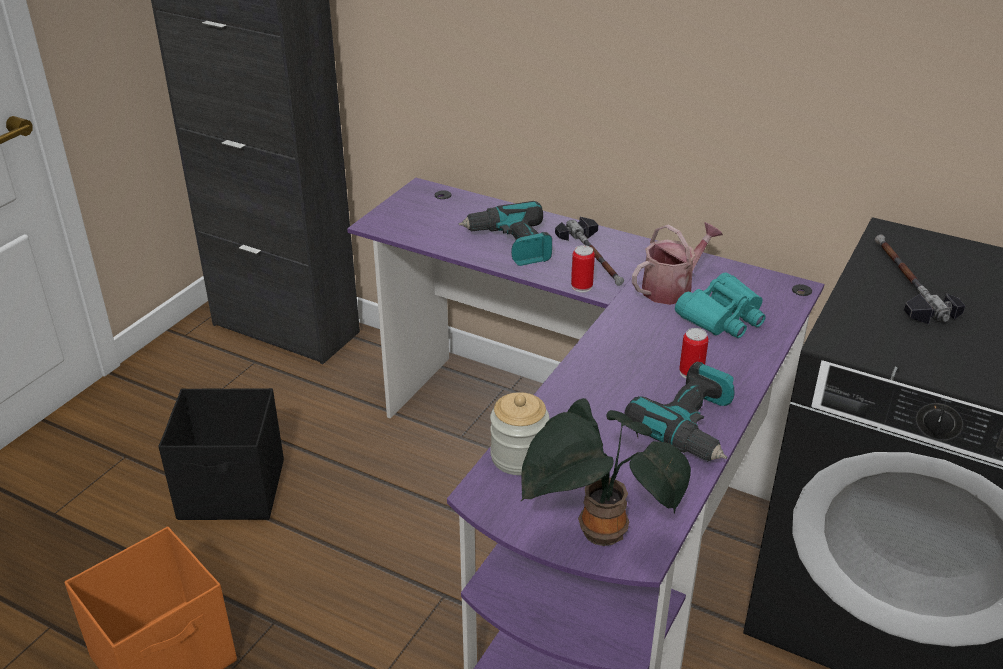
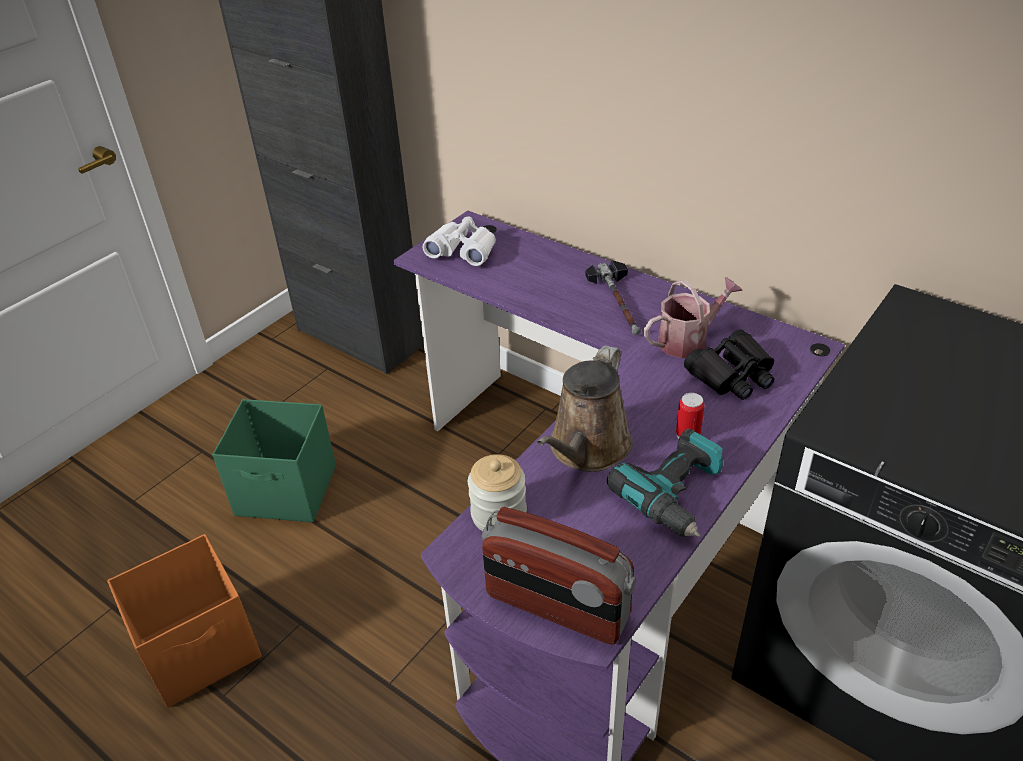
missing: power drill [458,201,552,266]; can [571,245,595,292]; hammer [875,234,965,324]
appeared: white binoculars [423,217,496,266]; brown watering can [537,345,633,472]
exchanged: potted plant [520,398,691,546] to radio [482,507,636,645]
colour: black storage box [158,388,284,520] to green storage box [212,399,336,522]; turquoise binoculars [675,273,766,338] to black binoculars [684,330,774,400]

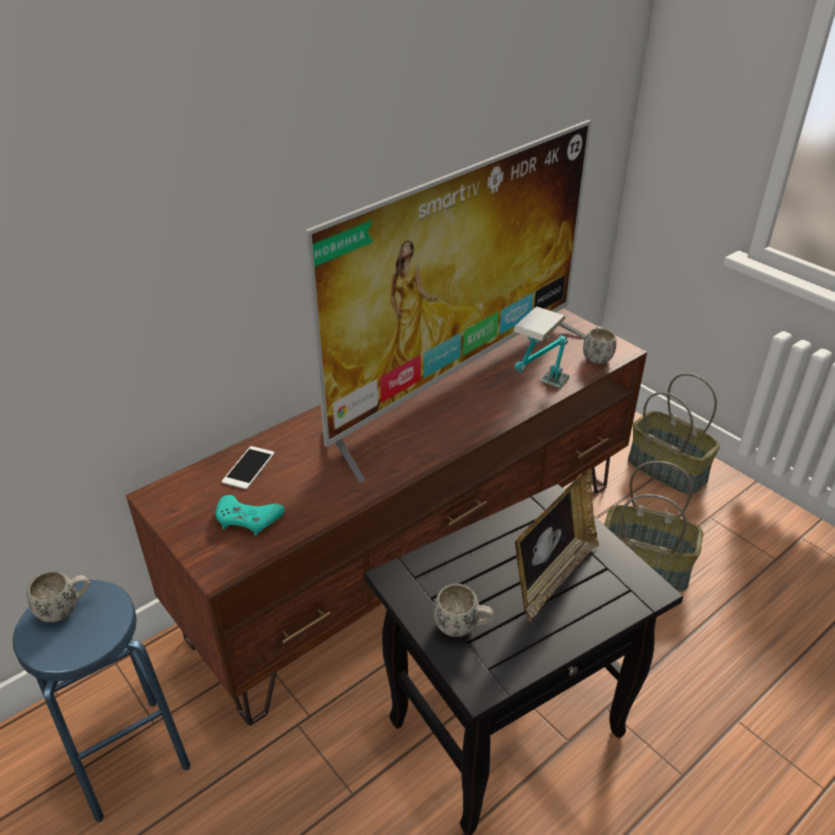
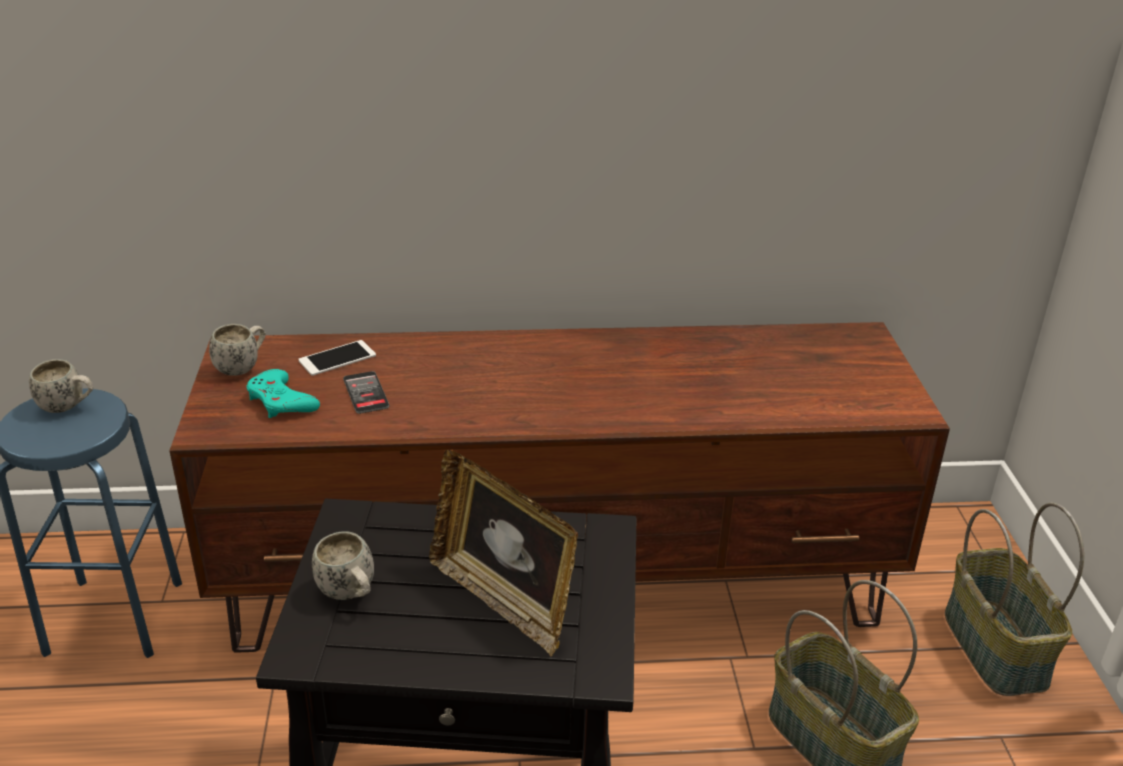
missing: television [305,120,591,483]; table lamp [513,306,570,389]
appeared: phone [343,371,389,414]
relocated: white mug [583,326,617,364] to [209,324,266,376]
spun: picture frame [515,468,599,622] = [429,450,578,656] 60 degrees clockwise

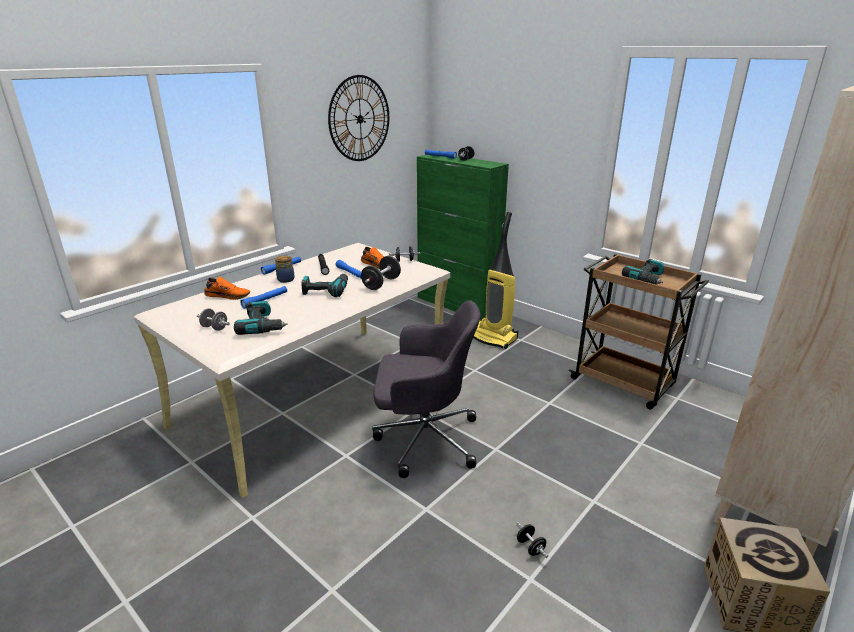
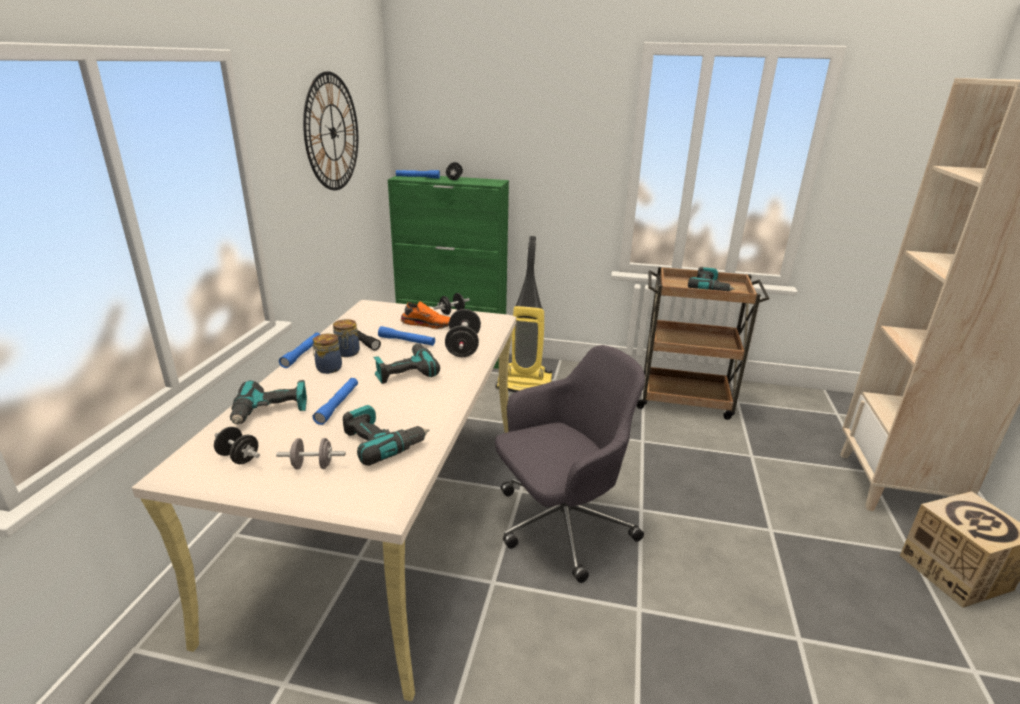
appeared: jar [333,319,360,357]
relocated: black dumbbell [517,523,548,558] to [214,427,260,464]
exchanged: orange shoe [204,277,250,300] to power drill [230,380,307,424]

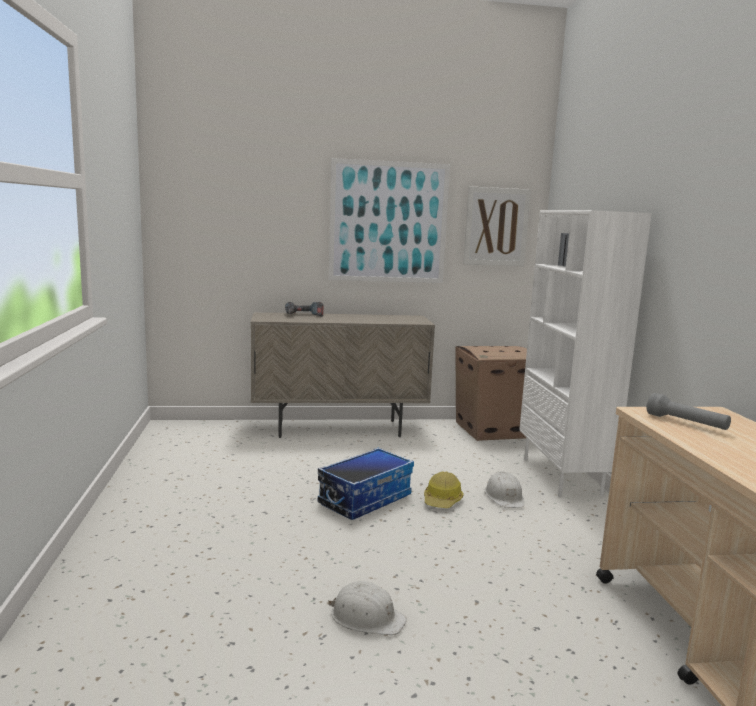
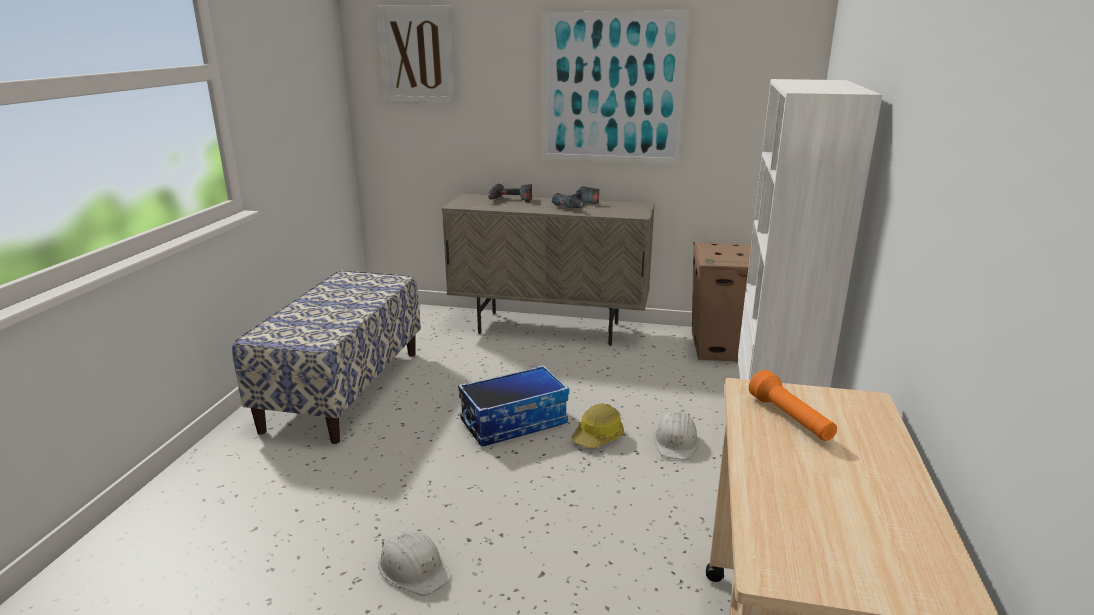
appeared: bench [232,271,421,444]; power drill [552,186,599,208]
relocated: picture [463,186,531,266] to [377,6,456,104]
colour: grey flashlight [647,393,731,430] to orange flashlight [749,370,837,441]

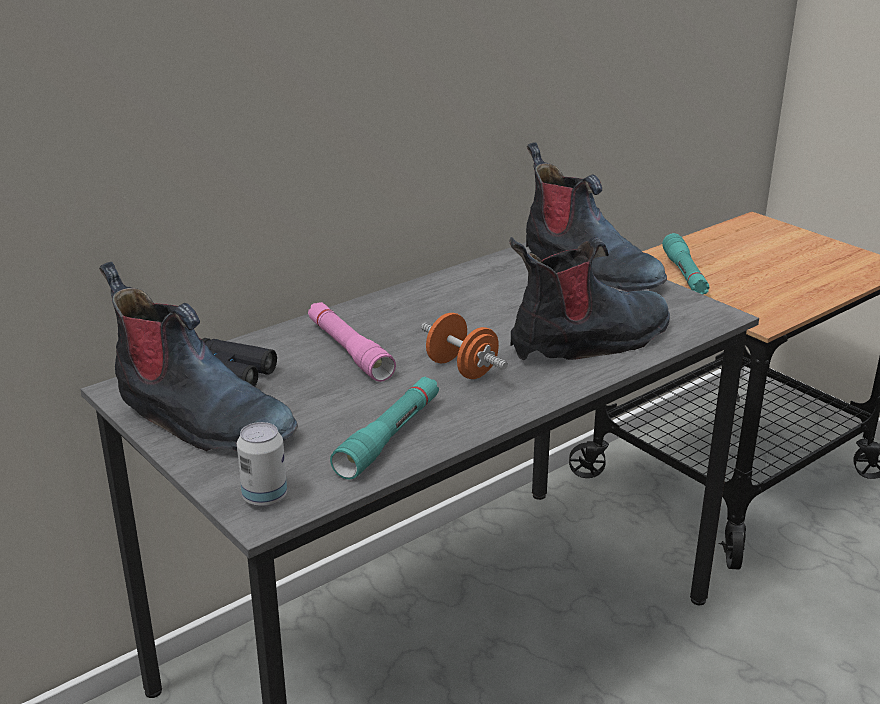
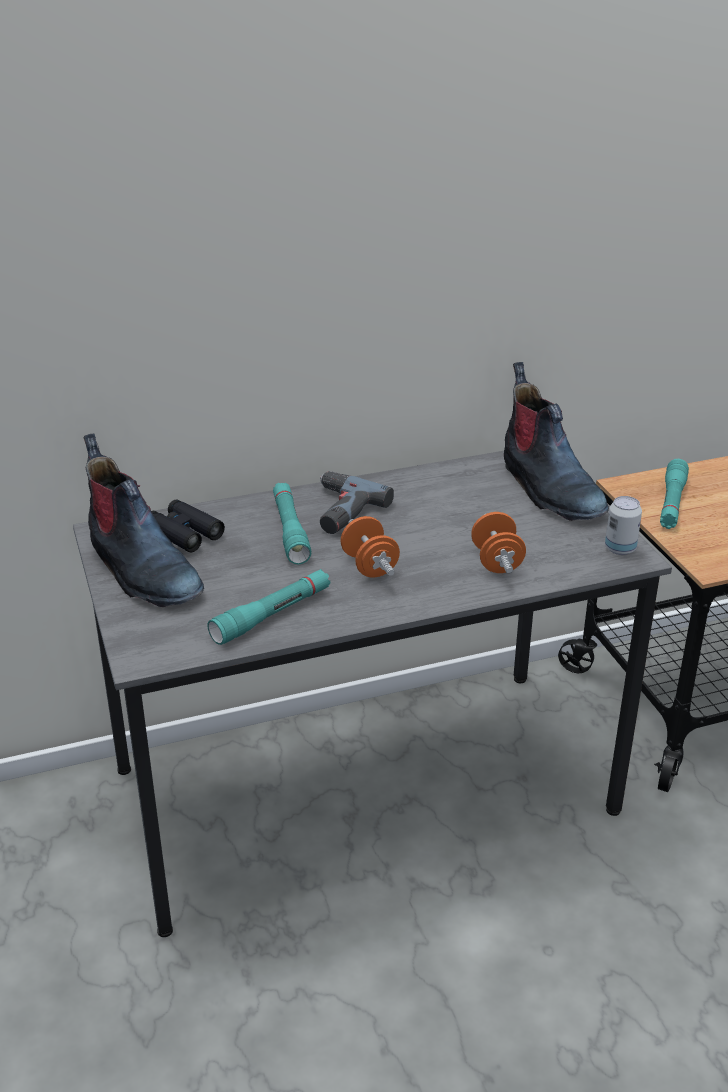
appeared: power drill [320,471,394,534]
relocated: can [237,422,287,507] to [605,496,642,555]
exchanged: boot [510,237,670,360] to orange dumbbell [471,512,526,573]
colour: pink flashlight [308,302,396,382] to turquoise flashlight [273,483,311,564]

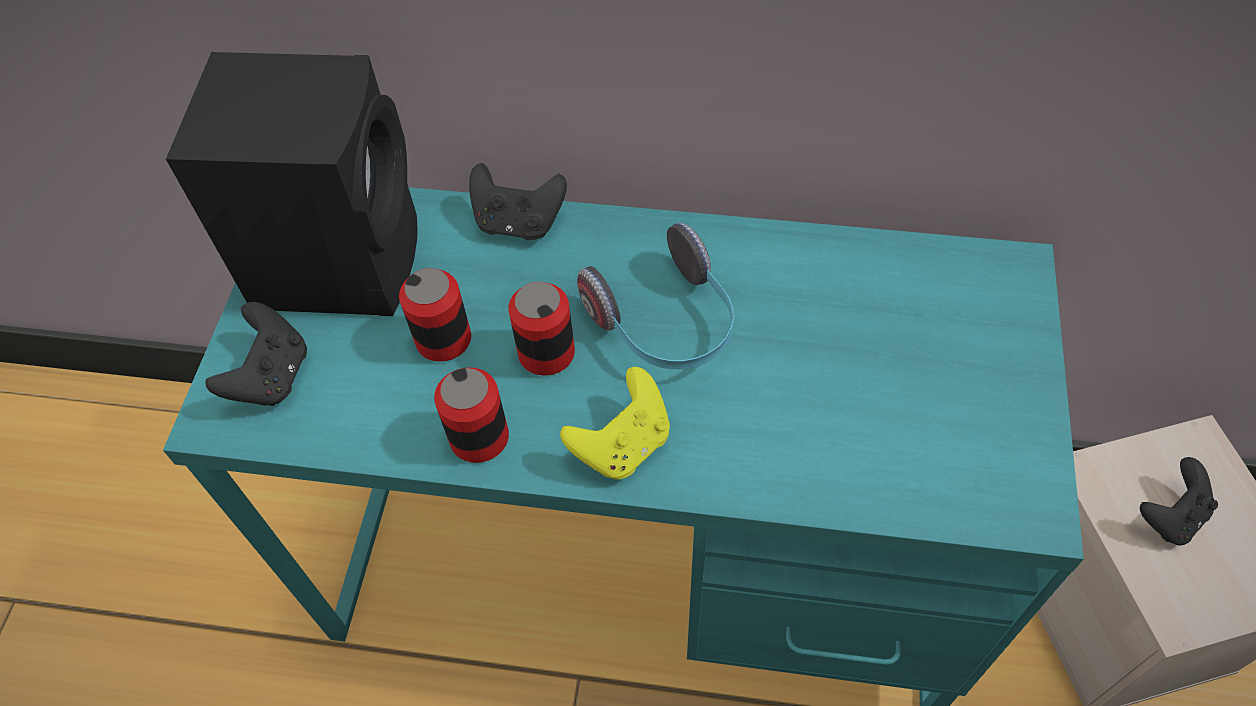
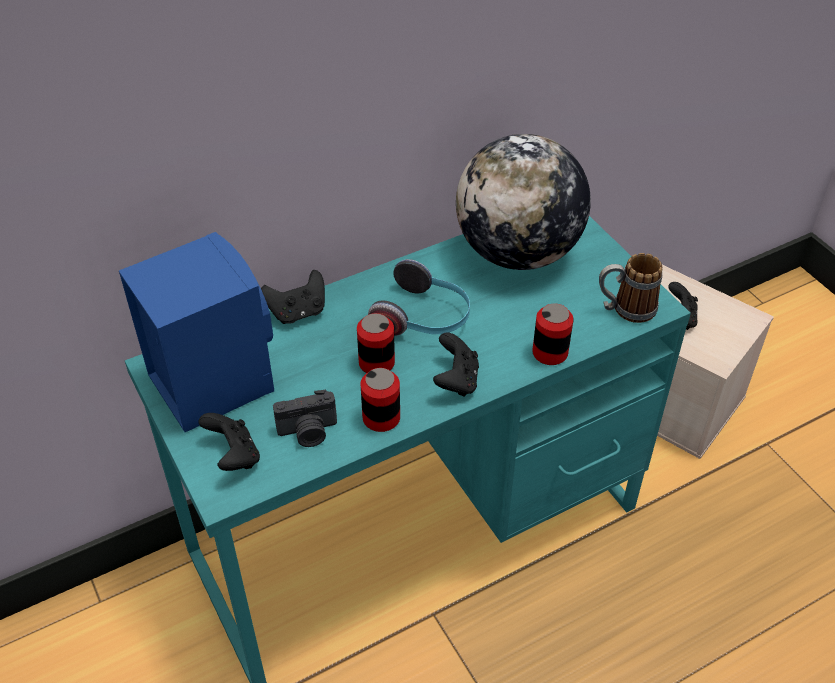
appeared: photo camera [273,390,337,447]; globe [456,134,591,270]; mug [599,253,663,323]
relocated: can [399,268,471,362] to [532,303,573,365]
colour: black speaker [166,52,418,316] to blue speaker [119,232,274,432]; yellow game controller [560,367,670,480] to black game controller [433,332,479,397]

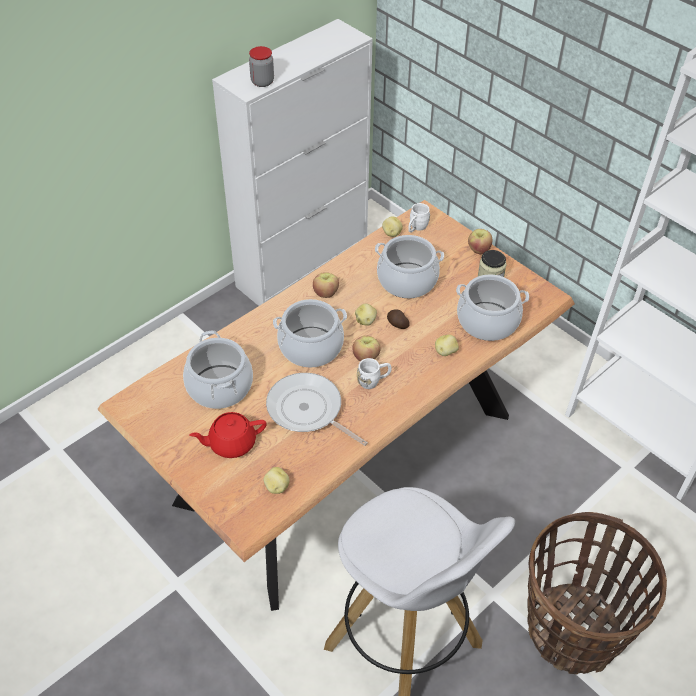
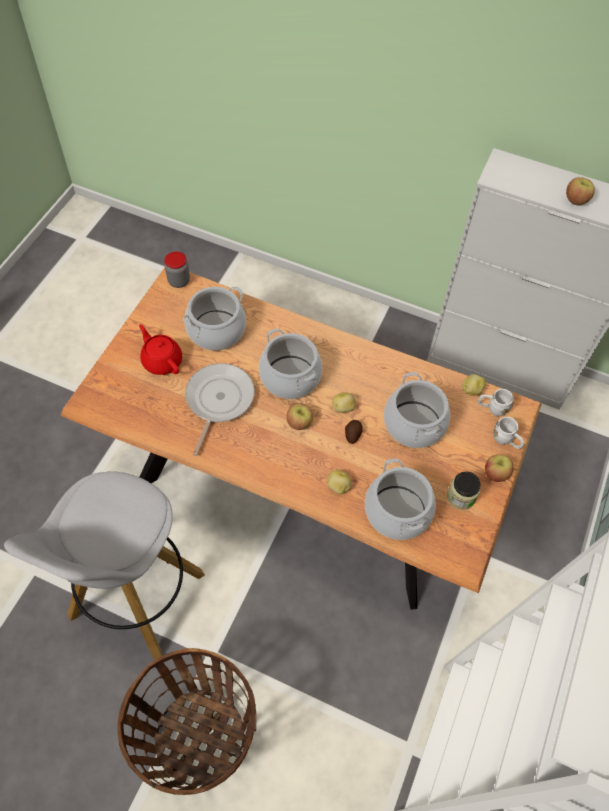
missing: potato [264,467,290,494]
relocated: jar [249,46,274,87] to [164,251,190,288]; apple [313,272,339,298] to [566,177,595,205]; white mug [357,358,392,389] to [493,417,524,449]

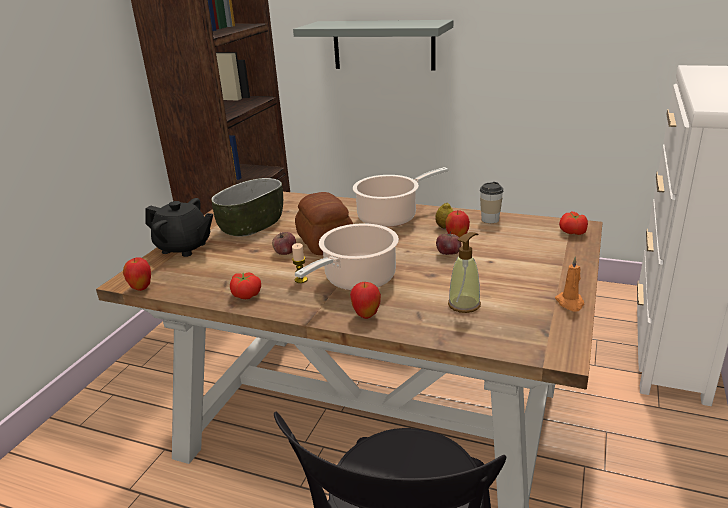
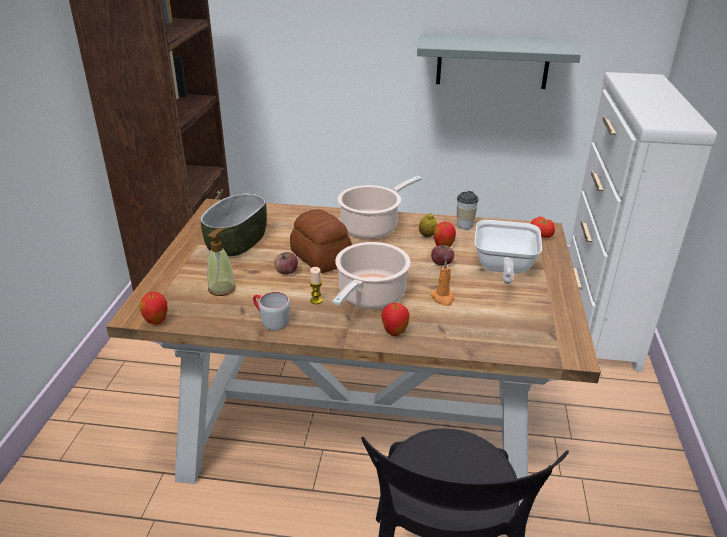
missing: black teapot [145,198,213,257]
appeared: frying pan [474,220,542,284]
relocated: grey shelf [293,20,453,71] to [417,34,581,89]; soap dispenser [448,232,481,313] to [207,228,236,296]; orange candle [555,256,584,312] to [430,261,454,306]
exchanged: tomato [230,272,261,299] to grey mug [253,292,290,330]

